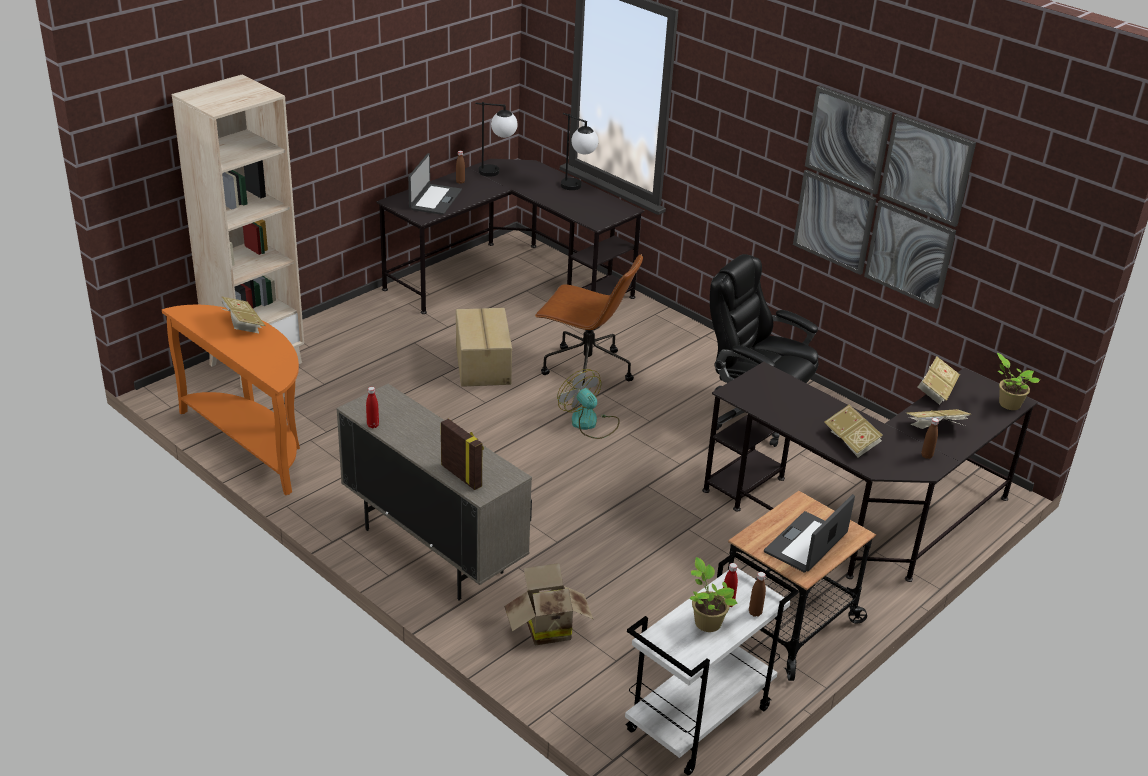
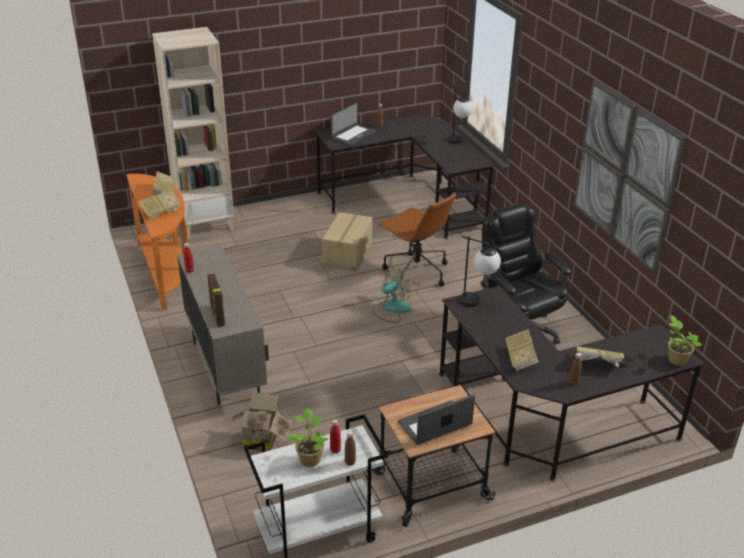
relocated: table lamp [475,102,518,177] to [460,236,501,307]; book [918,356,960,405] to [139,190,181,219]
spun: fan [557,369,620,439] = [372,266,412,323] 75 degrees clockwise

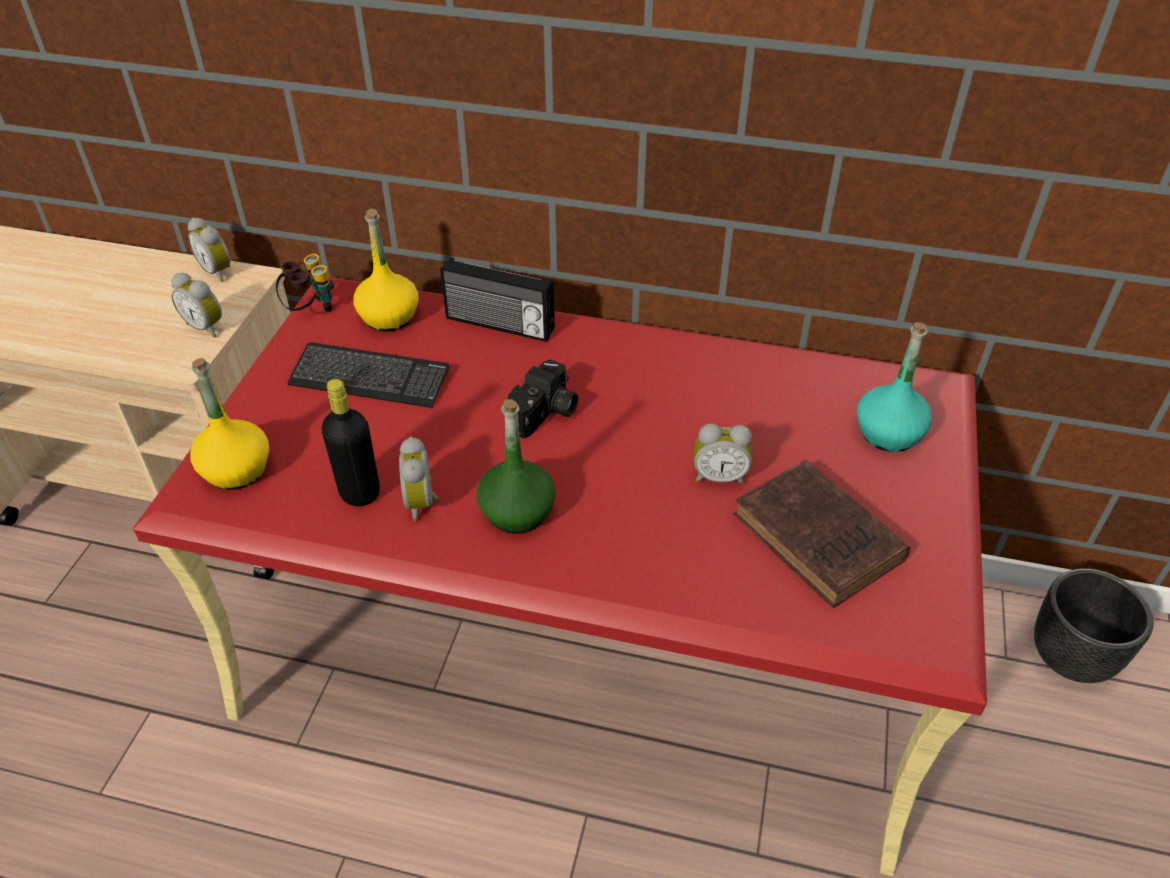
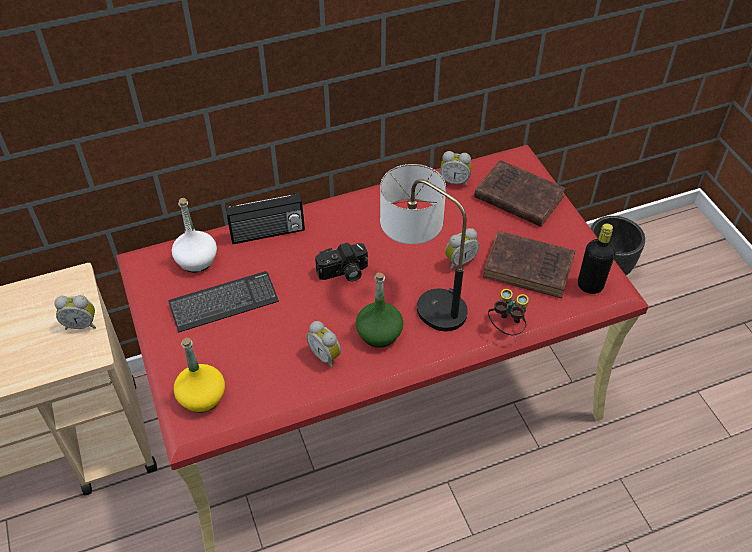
appeared: table lamp [380,164,468,331]
relocated: alarm clock [188,217,230,282] to [440,151,472,187]; binoculars [276,254,335,312] to [488,289,529,335]; black bottle [322,379,380,506] to [578,223,616,294]
exchanged: turquoise bottle [857,322,932,452] to brown book [474,160,566,227]
colour: yellow bottle [353,209,419,332] to white bottle [172,198,217,272]
spun: photo camera [507,359,578,439] = [315,242,368,282] 75 degrees clockwise

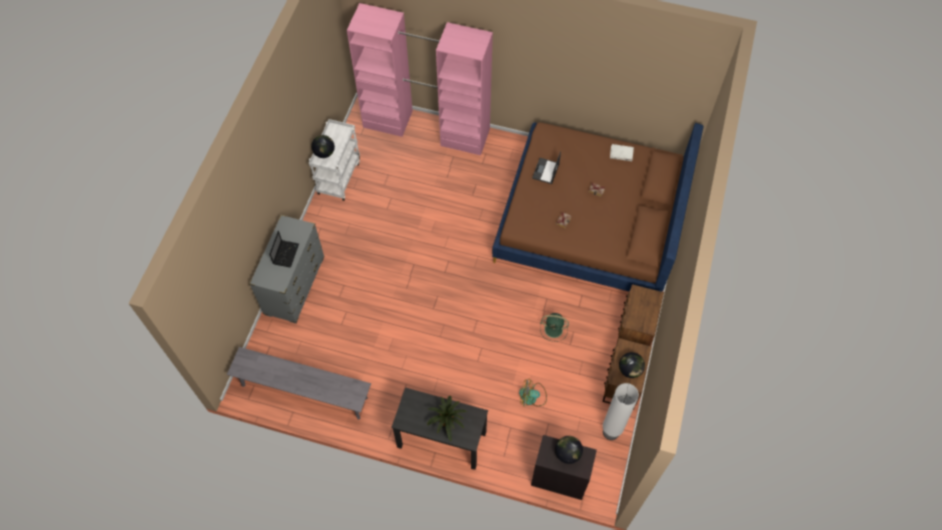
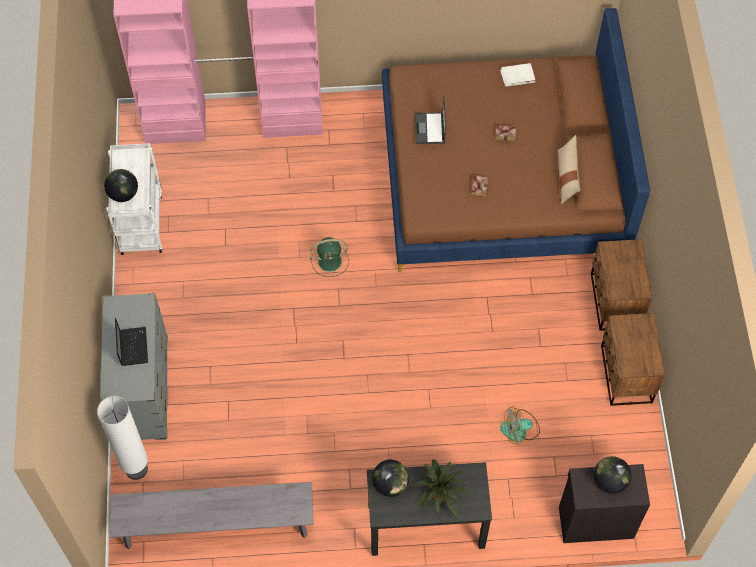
appeared: beige pillow [558,135,580,204]
relocated: green fan [540,313,569,342] to [310,237,349,277]; white floor lamp [603,383,639,440] to [97,396,148,480]; globe [619,352,645,378] to [372,460,409,497]

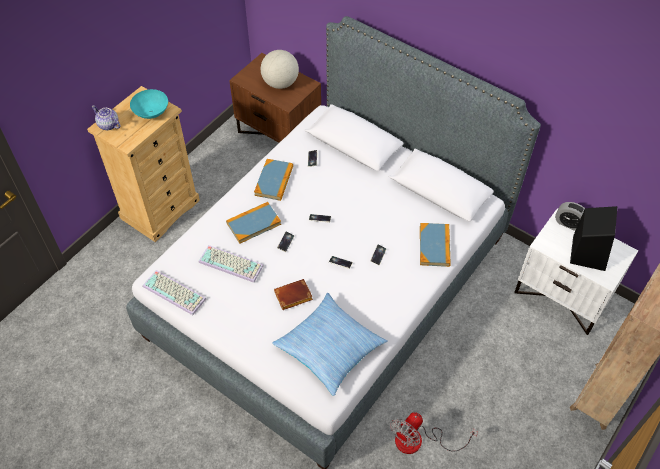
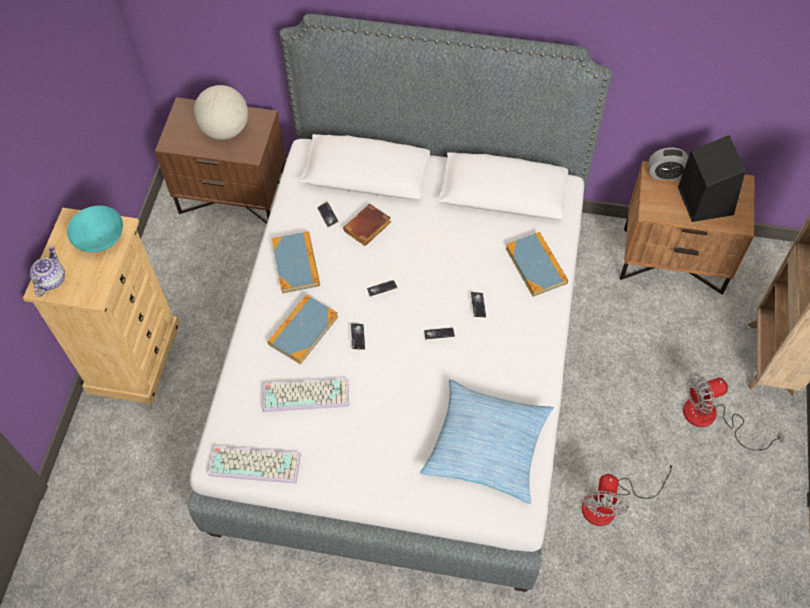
appeared: fan [683,373,785,451]
relocated: brown book [274,279,313,310] to [343,204,391,246]
colour: white nightstand [514,208,638,335] to brown nightstand [620,161,755,295]
spun: teapot [92,105,120,130] = [30,245,65,297] 90 degrees clockwise

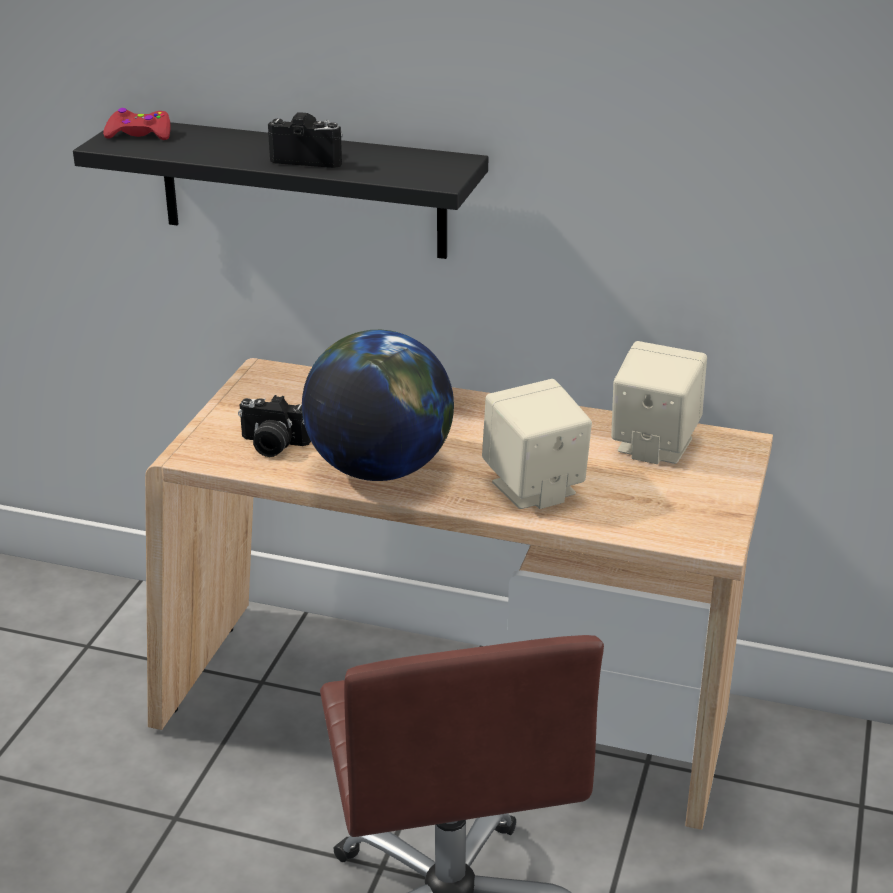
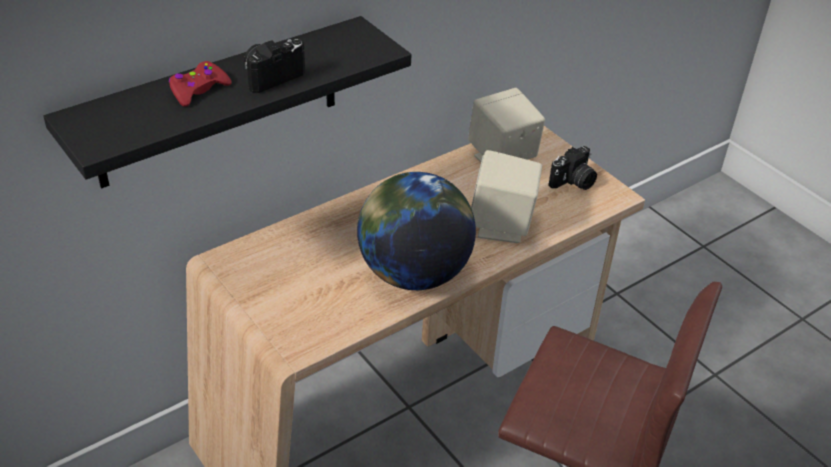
relocated: red game controller [103,108,171,140] to [169,61,232,107]; photo camera [238,395,311,457] to [548,146,597,190]

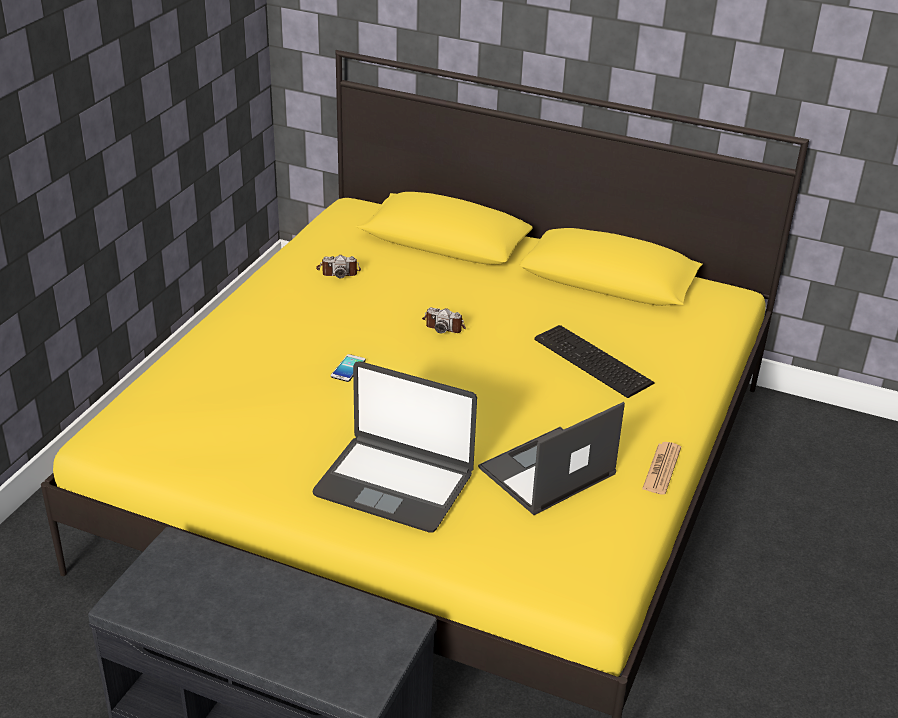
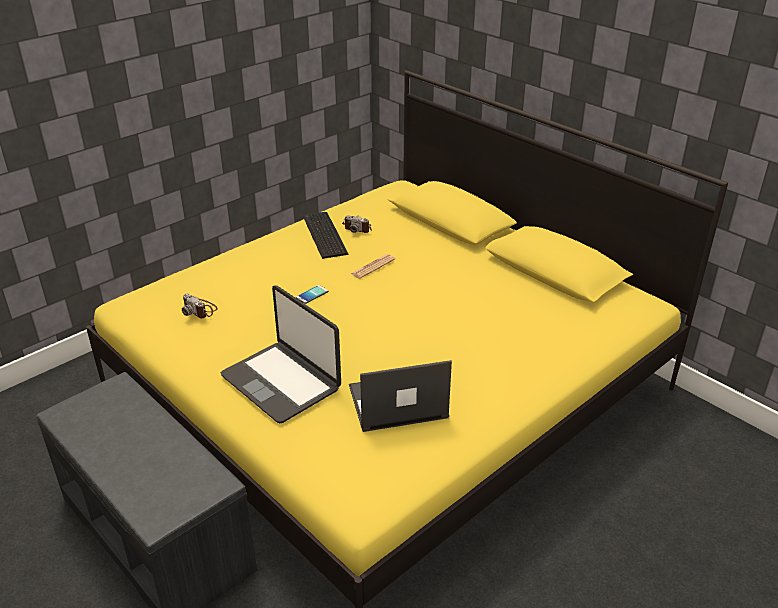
relocated: photo camera [422,307,466,334] to [182,293,218,318]; keyboard [534,325,655,398] to [303,212,348,259]; newspaper [642,442,681,495] to [350,254,395,279]

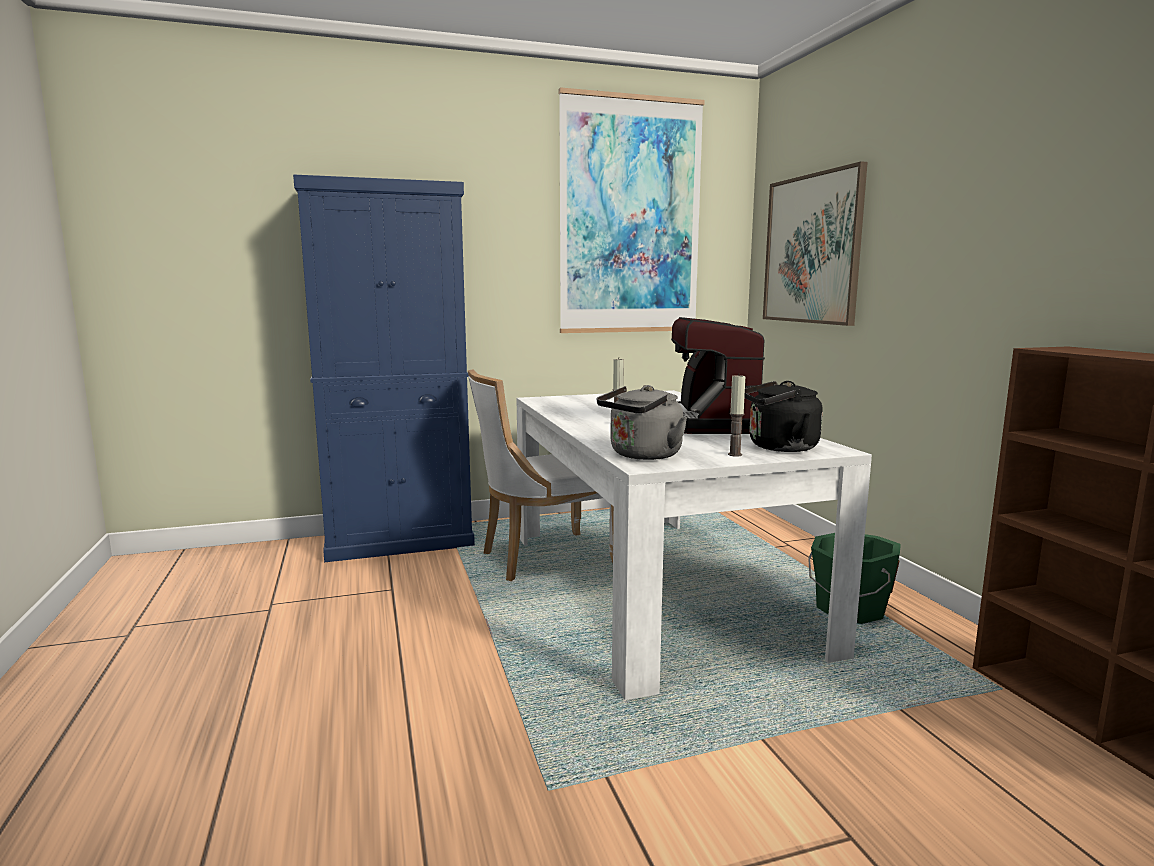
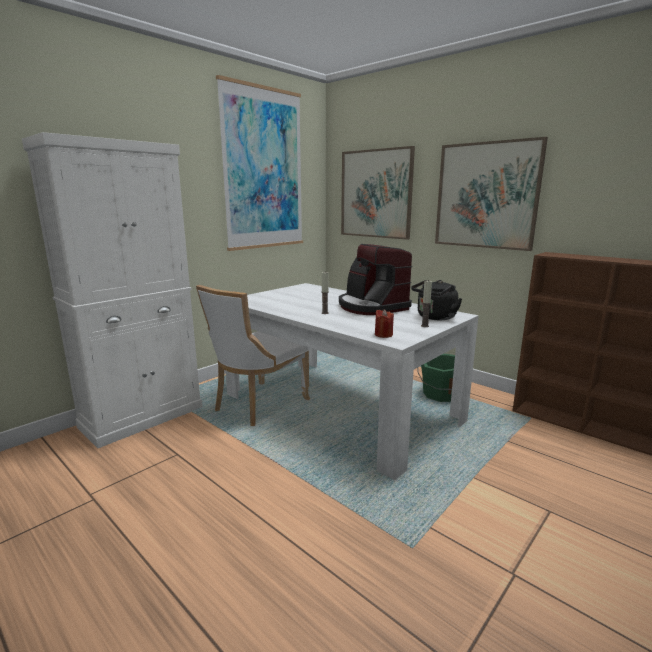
appeared: picture [435,137,548,251]
exchanged: grey kettle [597,385,687,460] to red candle [375,309,394,338]
colour: blue cabinet [293,174,475,562] to white cabinet [22,132,203,448]

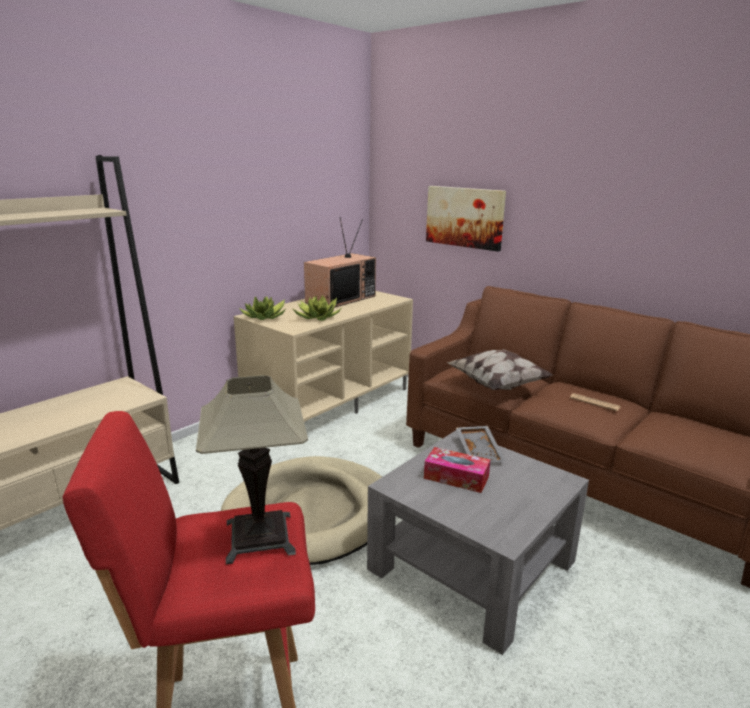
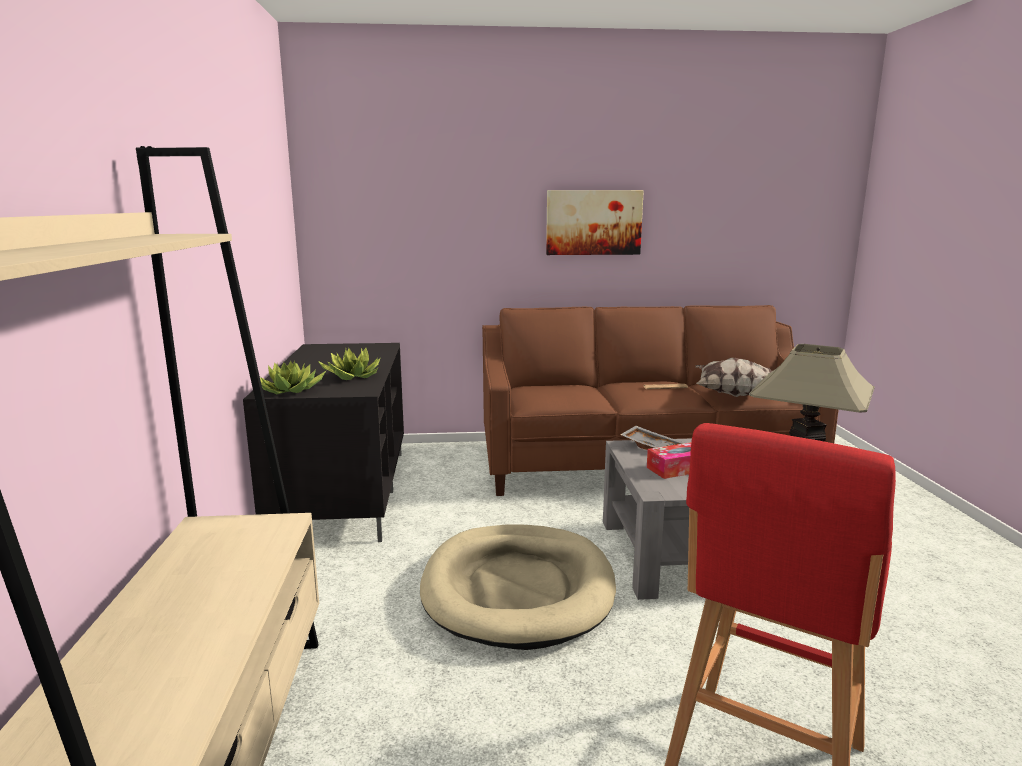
missing: television [304,217,376,308]
relocated: picture [426,186,506,252] to [546,190,644,255]; pillow [447,349,553,390] to [695,358,772,397]
colour: beige tv stand [234,291,413,422] to black tv stand [243,343,404,542]

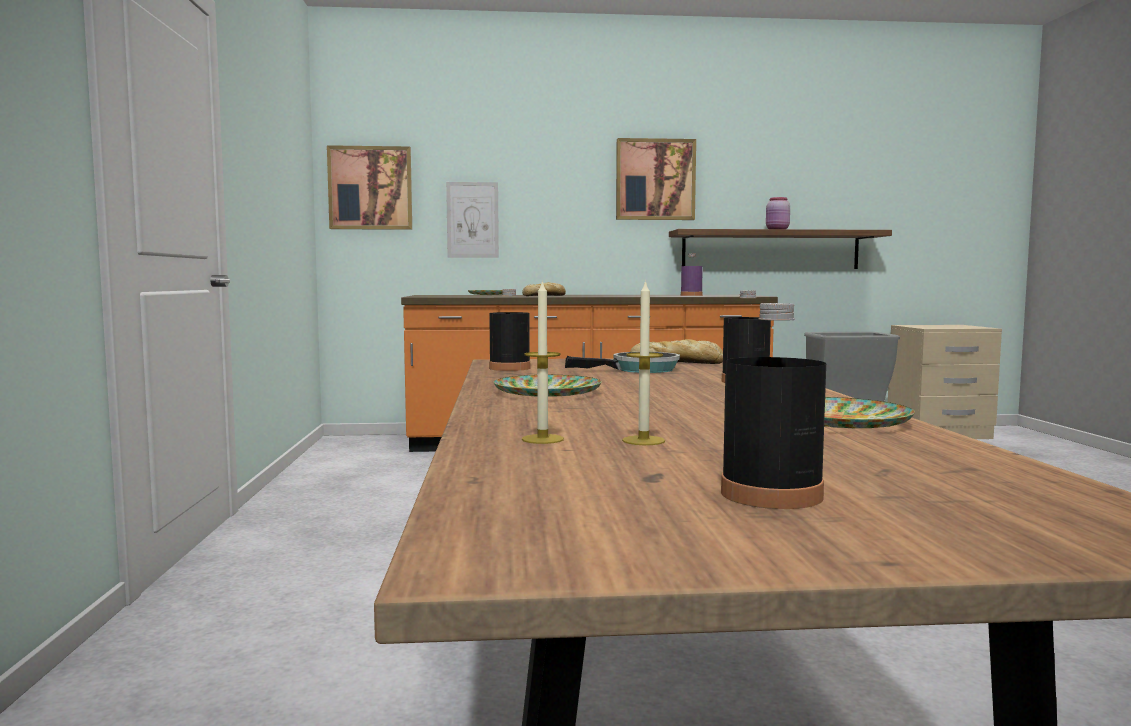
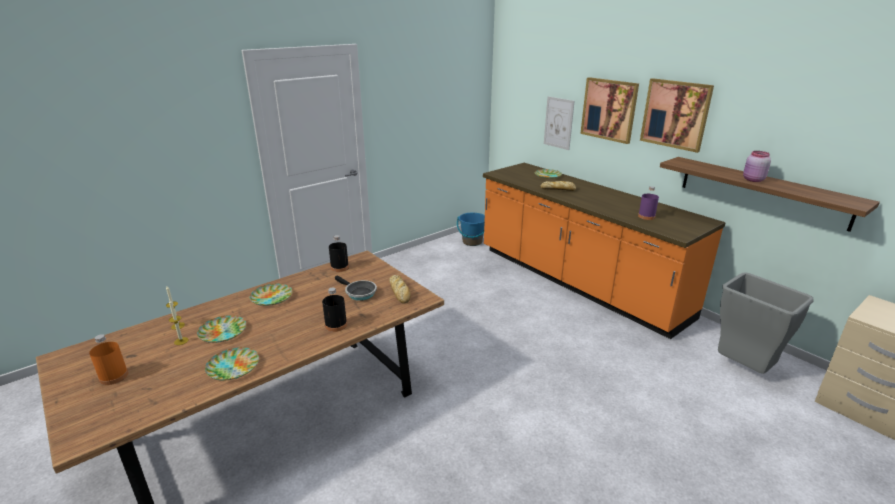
appeared: plate [197,315,246,343]; blue bucket [457,213,485,246]
relocated: picture [327,145,412,230] to [580,77,639,144]
colour: black bottle [721,303,826,509] to orange bottle [89,334,128,385]

